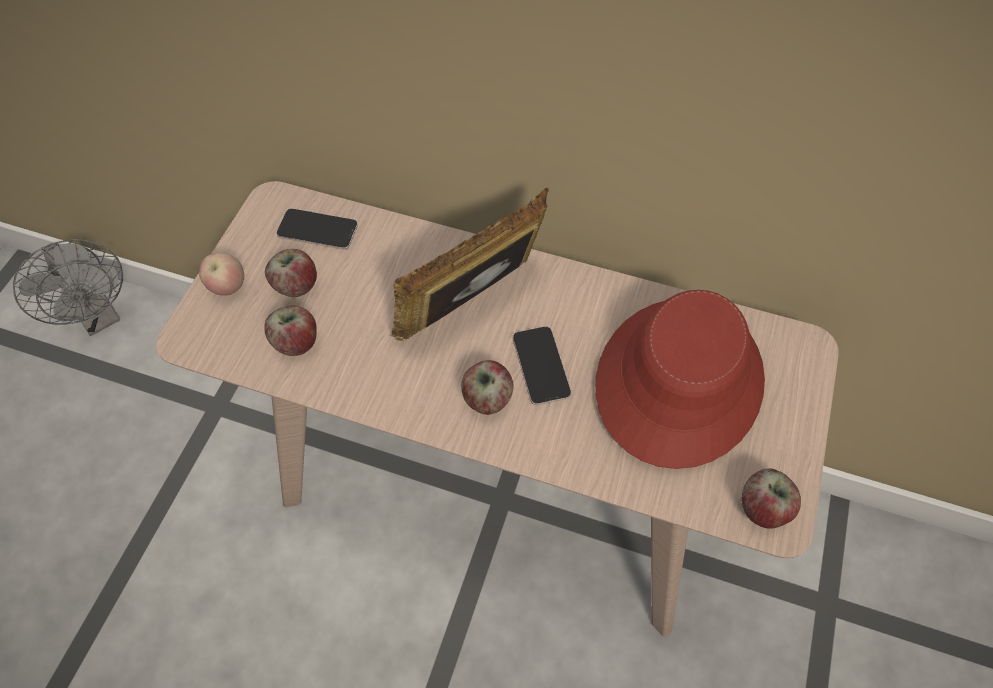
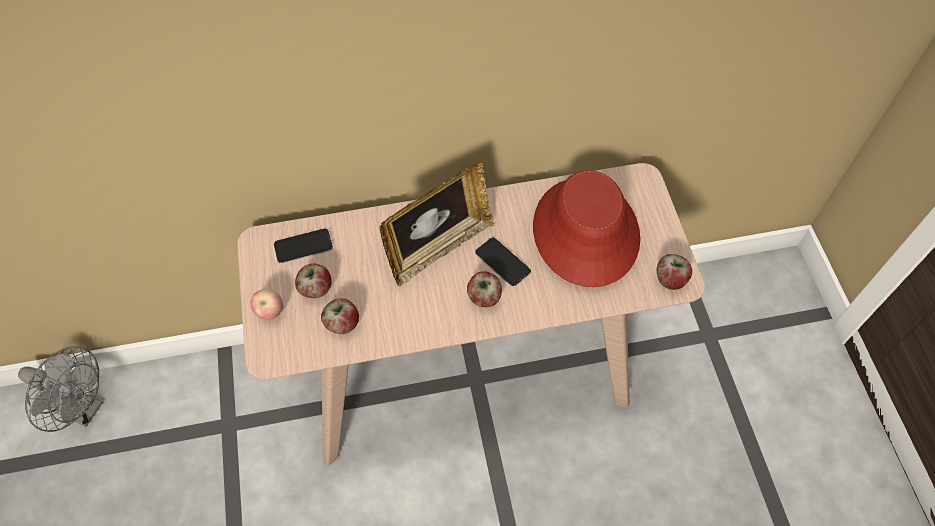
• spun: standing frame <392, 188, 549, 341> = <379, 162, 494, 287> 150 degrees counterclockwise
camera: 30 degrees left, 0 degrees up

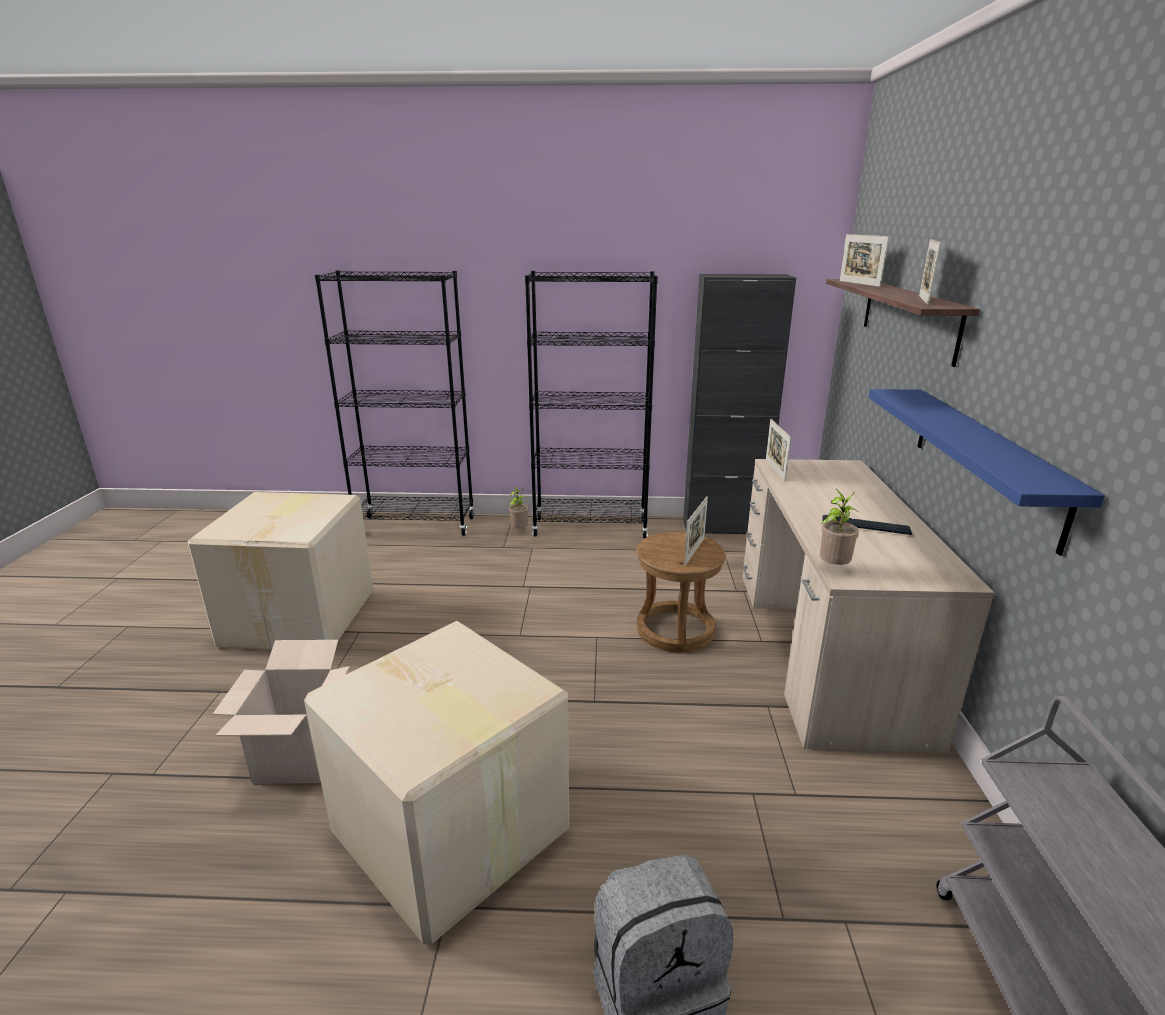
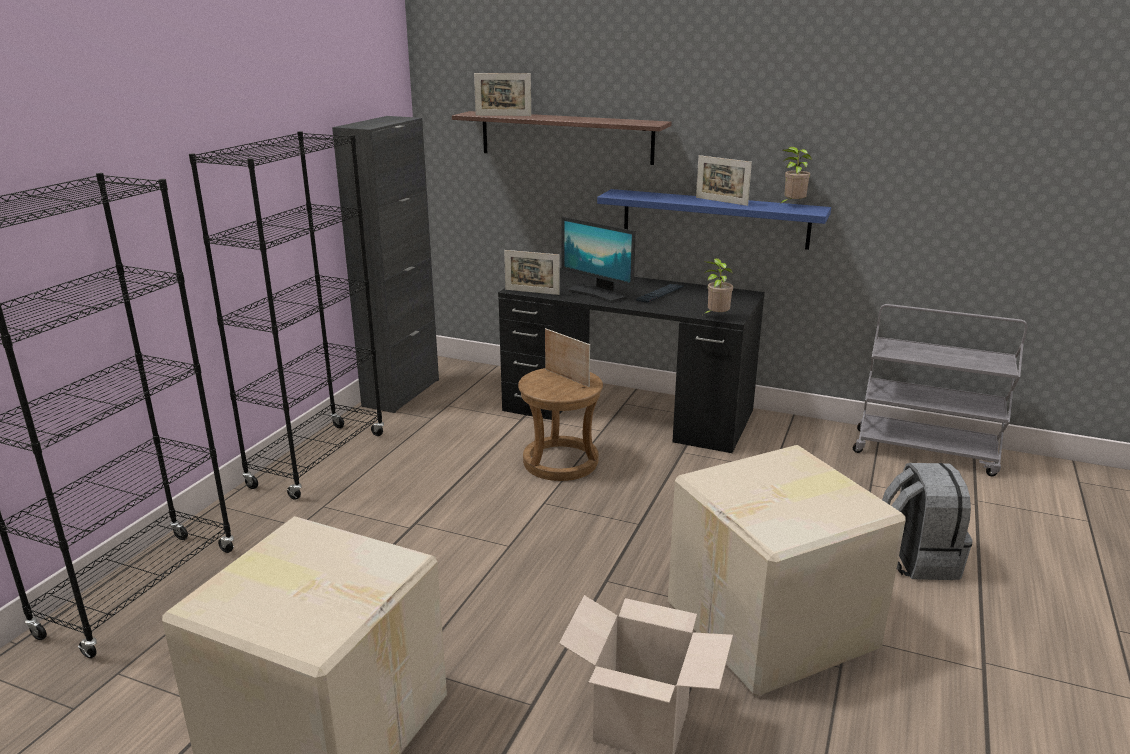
• appeared: computer display <561, 216, 636, 303>
• relocated: potted plant <508, 487, 529, 528> to <780, 147, 812, 204>
• relocated: standing frame <919, 239, 941, 305> to <696, 155, 752, 206>
• colour: desk (beige-coloured) <742, 459, 994, 753> to desk (black) <498, 268, 765, 453>
camera: 70 degrees left, 0 degrees up

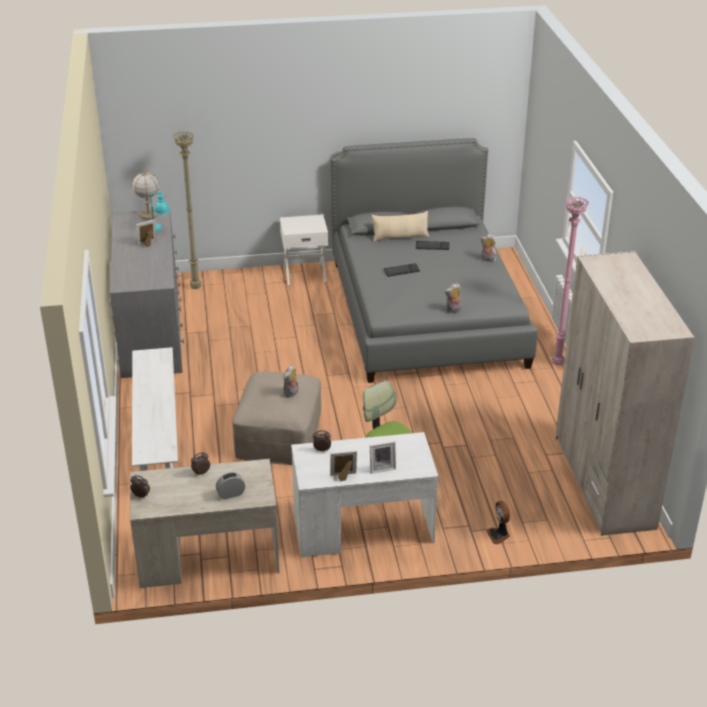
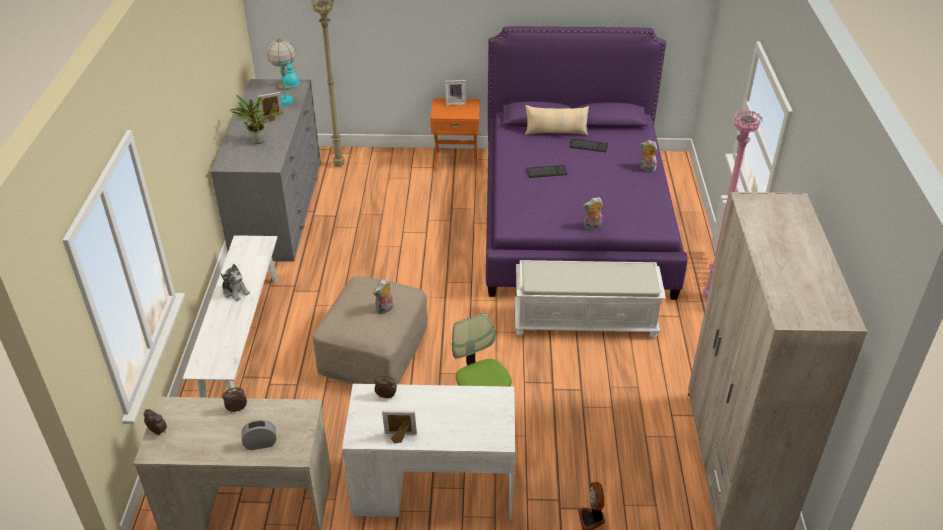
• appeared: plush toy <221, 264, 250, 301>
• appeared: potted plant <229, 95, 283, 144>
• appeared: bench (whitish) <515, 260, 666, 338>
• relocated: standing frame <370, 441, 396, 474> to <445, 80, 466, 105>
• colour: nightstand (whitish) <280, 215, 328, 285> to nightstand (orangey) <430, 98, 480, 172>
• colour: bed (gray) <331, 138, 538, 383> to bed (purplish) <486, 26, 688, 300>
camera: 10 degrees right, 5 degrees up

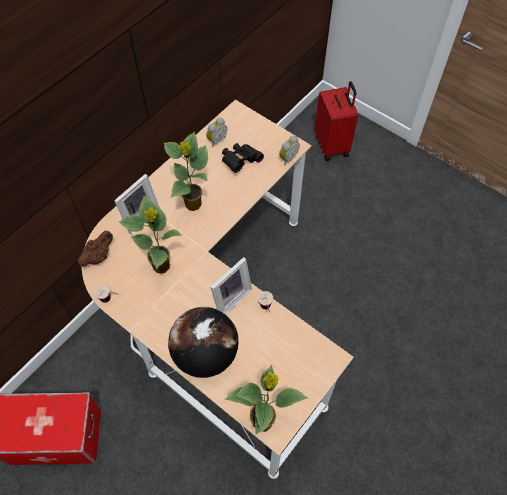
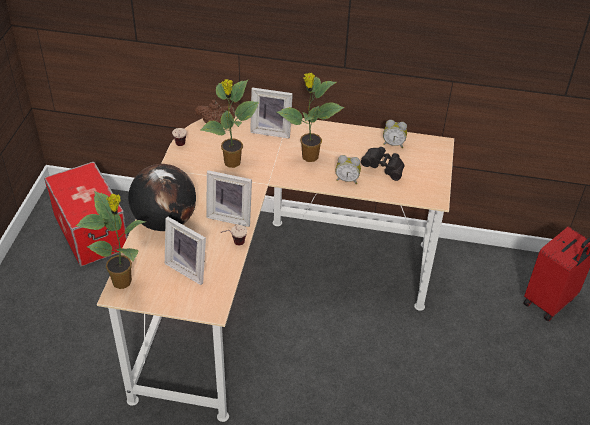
• appeared: standing frame <165, 217, 206, 285>
• relocated: bedside clock <279, 136, 300, 165> to <335, 155, 361, 184>
camera: 60 degrees right, 15 degrees down

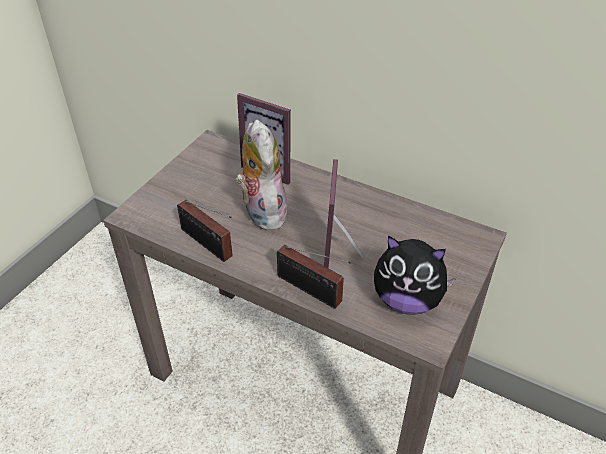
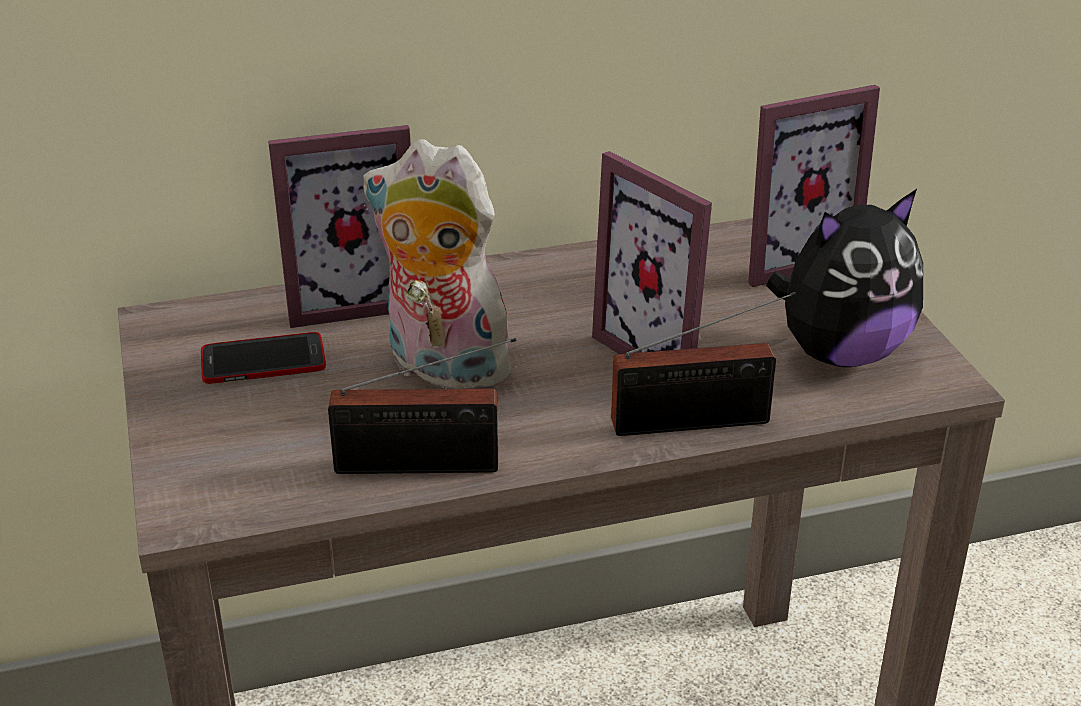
• appeared: telephone <201, 332, 326, 384>
• appeared: standing frame <748, 85, 880, 287>
camera: 45 degrees left, 10 degrees down

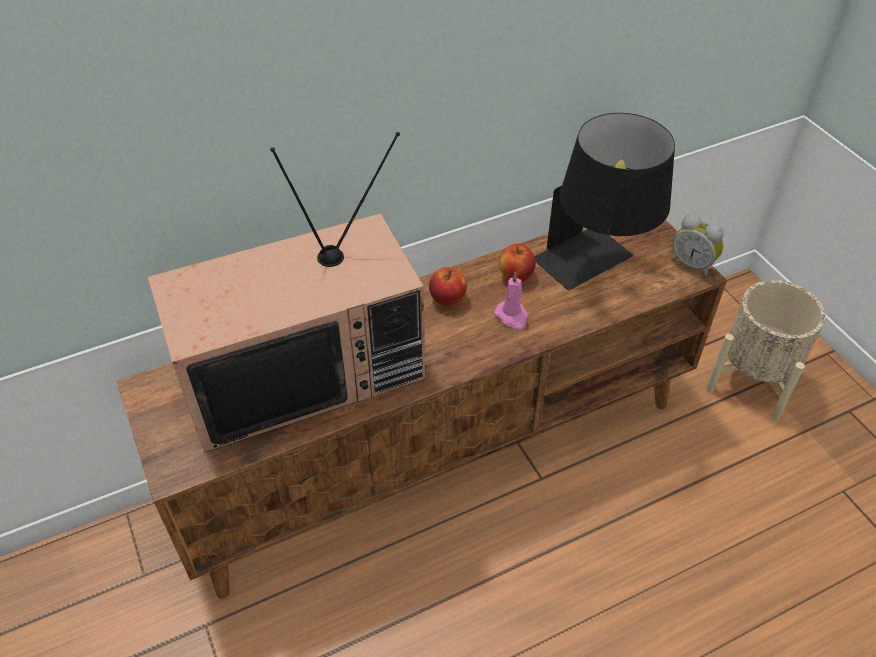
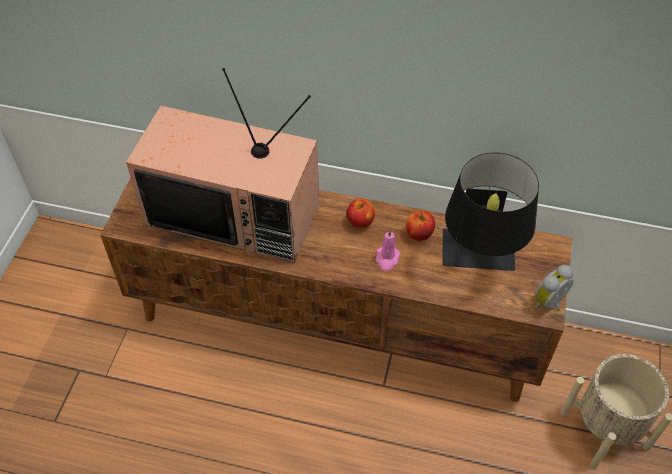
• spun: bedside clock <672, 214, 724, 277> = <534, 265, 574, 311> 60 degrees clockwise
camera: 40 degrees right, 5 degrees up

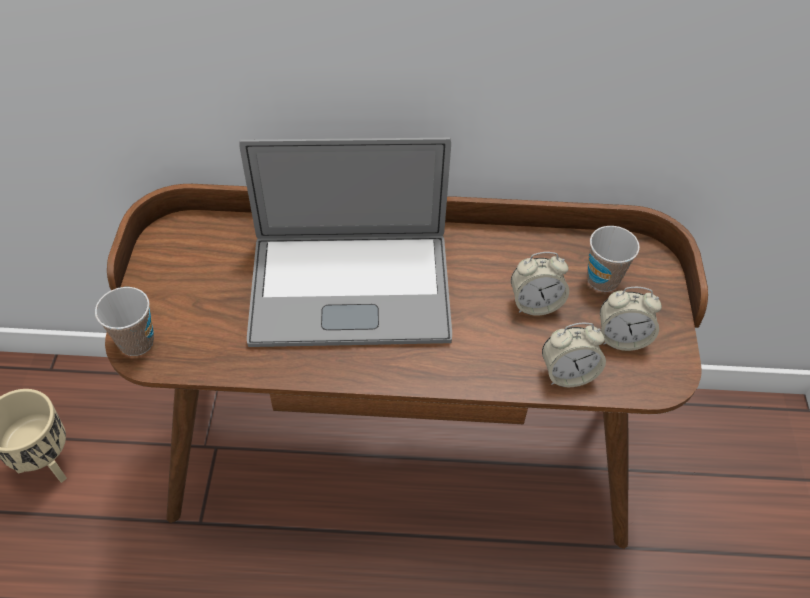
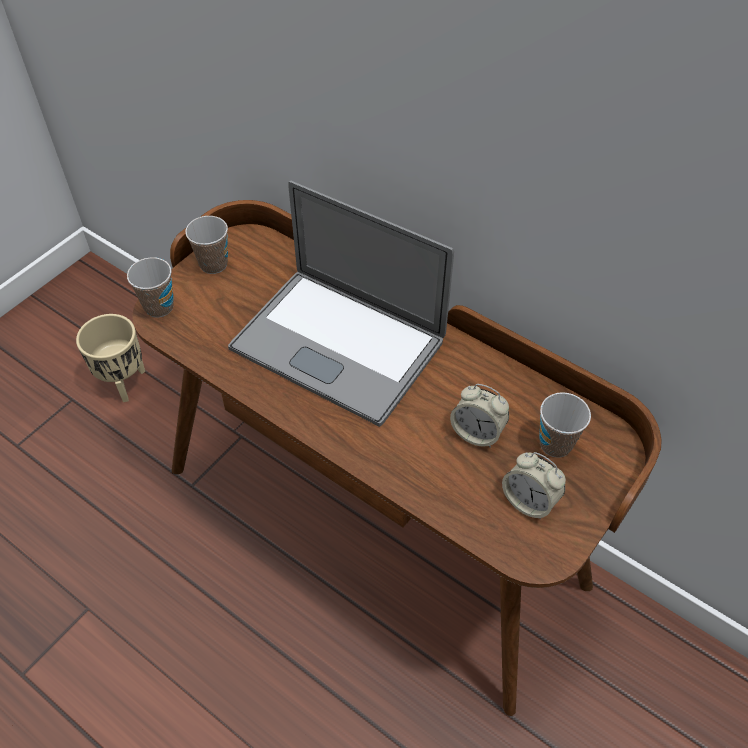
• missing: bedside clock <542, 323, 606, 387>
• appeared: small cup <185, 216, 228, 274>
camera: 35 degrees right, 0 degrees up

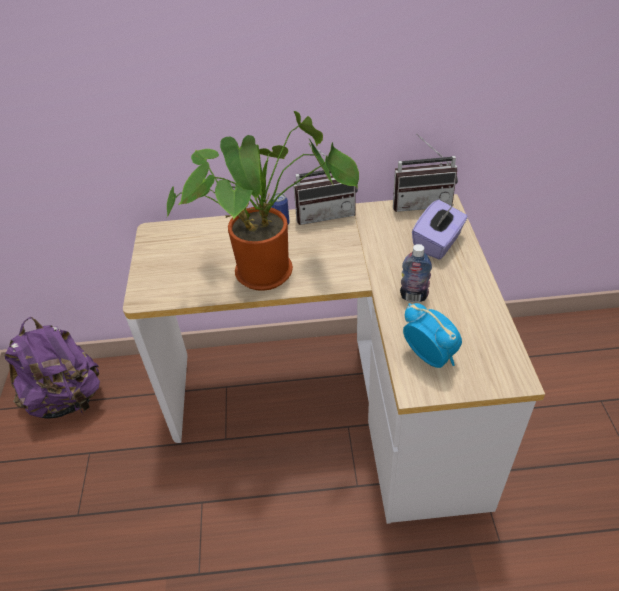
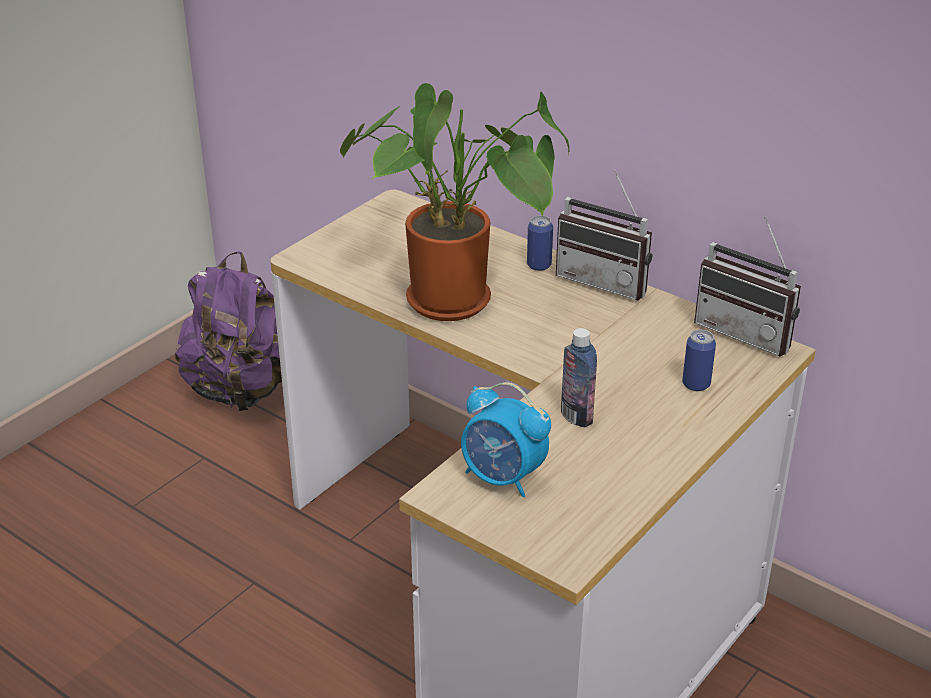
• exchanged: tissue holder (purplish) <412, 200, 468, 260> to metal can <682, 329, 716, 392>
• spun: bedside clock <403, 303, 462, 368> = <461, 382, 551, 497> 120 degrees clockwise
camera: 40 degrees right, 10 degrees down

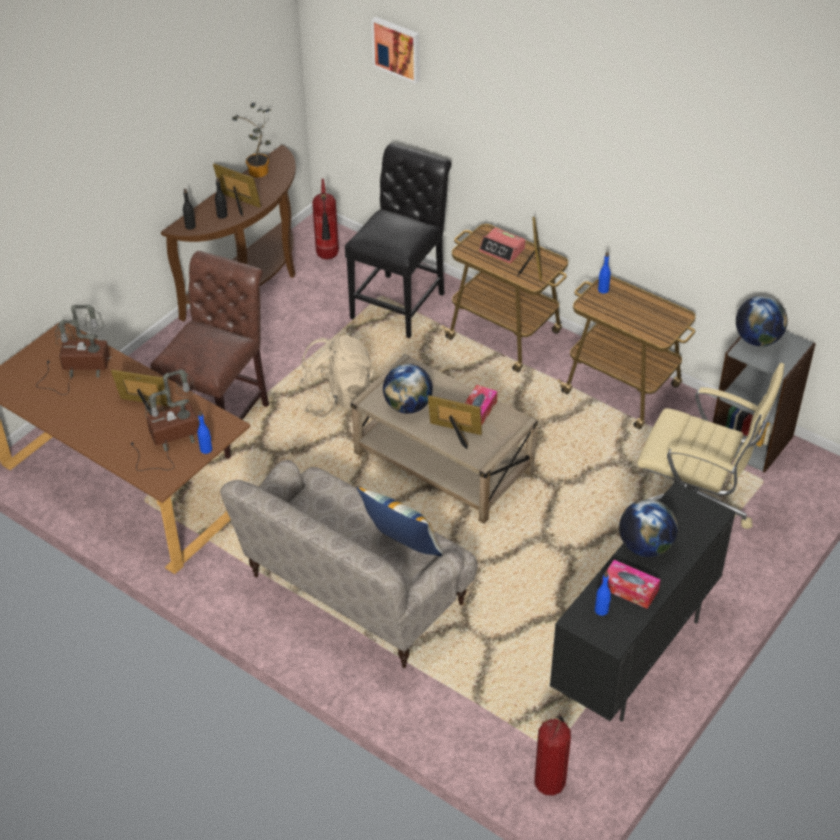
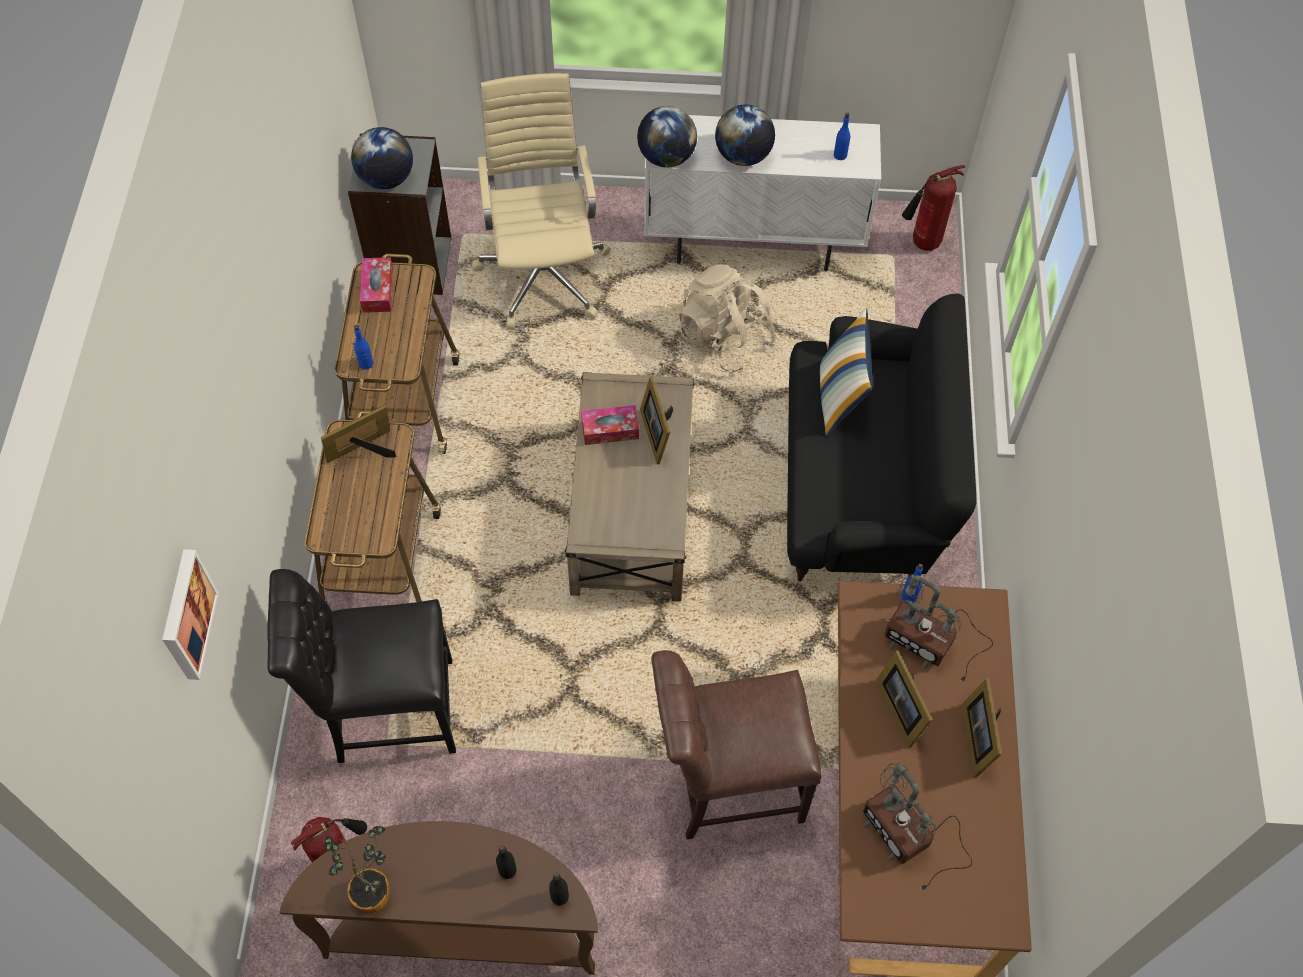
• missing: bedside clock <479, 227, 525, 263>
• relocated: standing frame <213, 163, 261, 217> to <962, 678, 1002, 777>
• relocated: knapsack (beige-coloured) <299, 335, 375, 418> to <679, 264, 776, 373>
• relocated: world globe <383, 364, 433, 414> to <637, 106, 697, 167>
• relocated: tissue holder <601, 560, 660, 609> to <360, 257, 393, 313>
• colour: sofa (beige-coloured) <220, 460, 477, 668> to sofa (black) <787, 293, 976, 581>
• colour: storage cabinet (black) <550, 482, 735, 722> to storage cabinet (whitish) <644, 115, 881, 271>
camera: 125 degrees left, 15 degrees up

